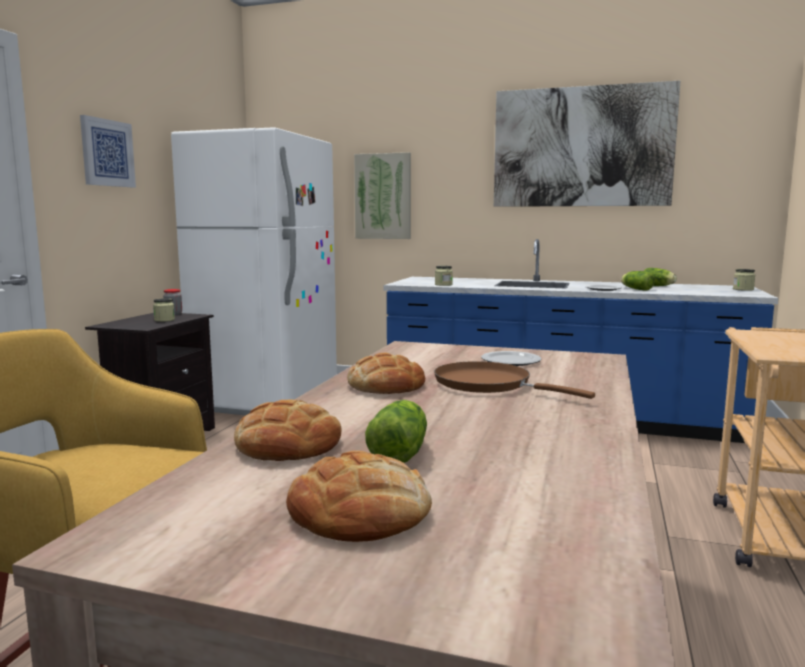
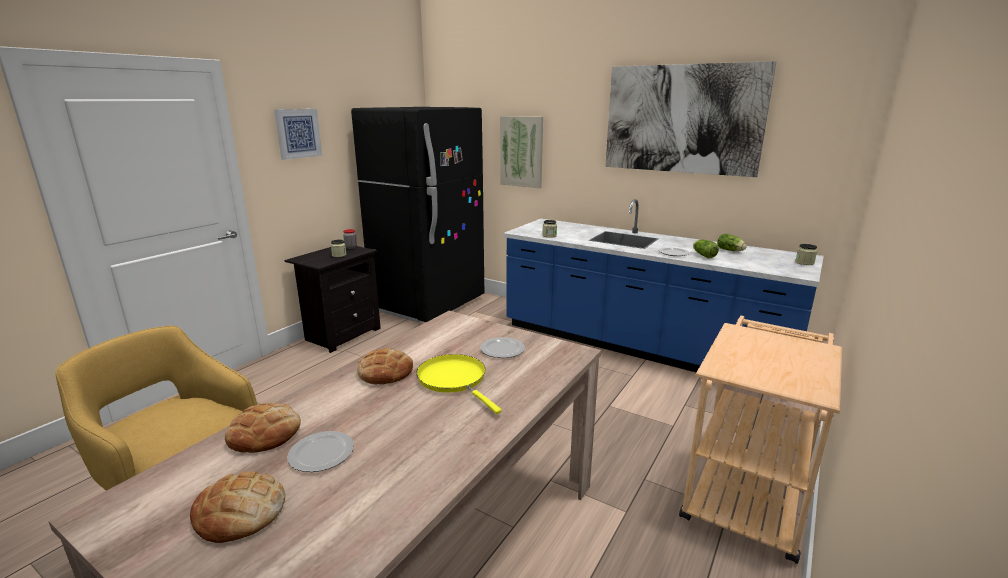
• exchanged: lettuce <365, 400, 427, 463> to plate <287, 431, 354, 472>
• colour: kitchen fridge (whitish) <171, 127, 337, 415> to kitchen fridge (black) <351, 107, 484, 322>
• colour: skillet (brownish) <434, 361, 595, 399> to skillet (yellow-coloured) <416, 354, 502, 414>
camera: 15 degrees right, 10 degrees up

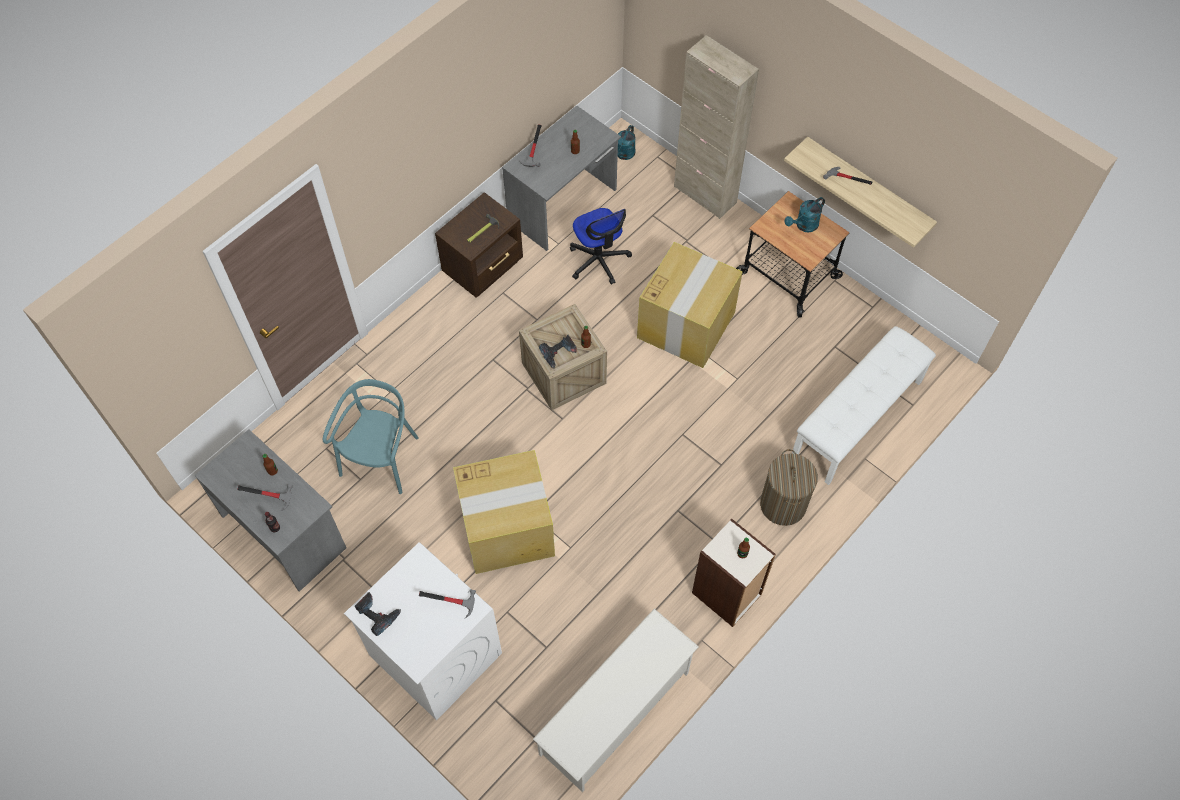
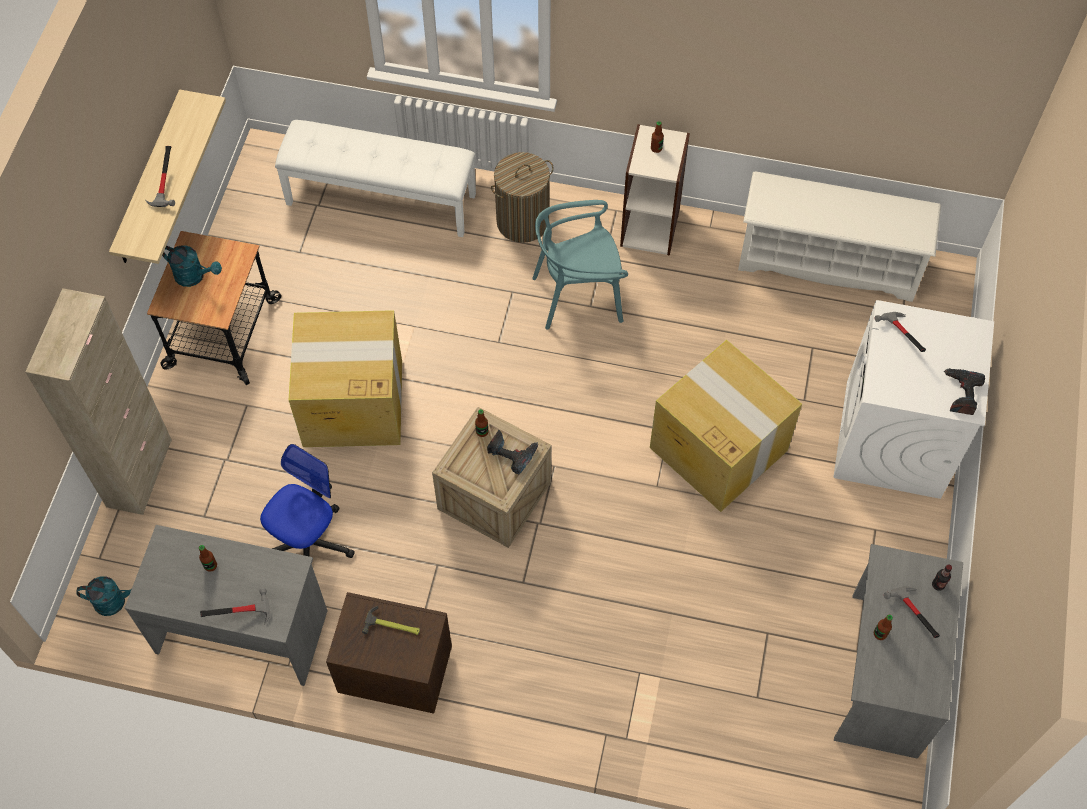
• relocated: plain chair (blue-green) <323, 379, 419, 494> to <532, 200, 628, 330>
camera: 120 degrees left, 0 degrees up

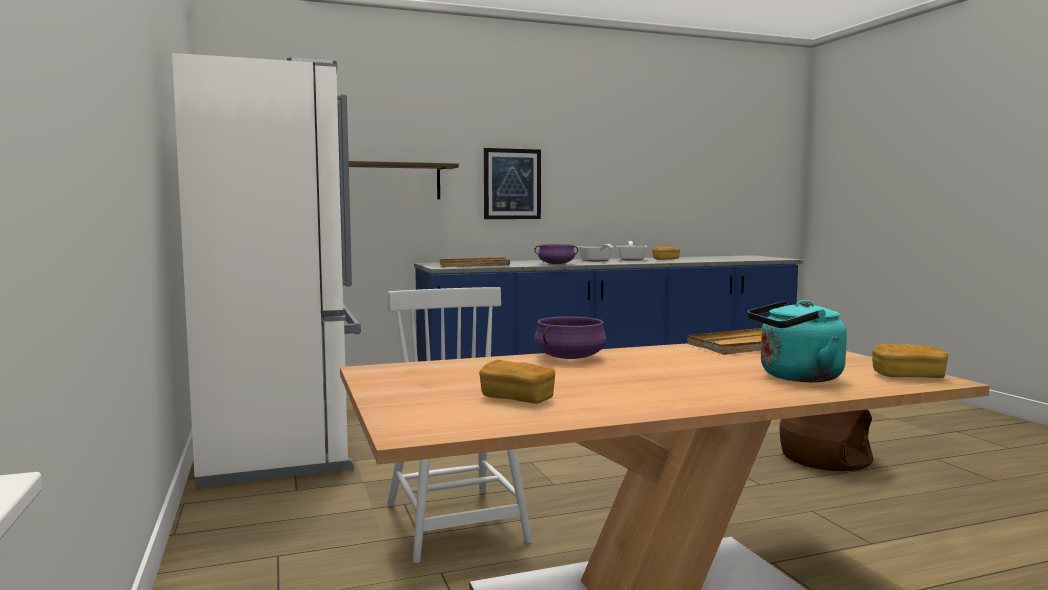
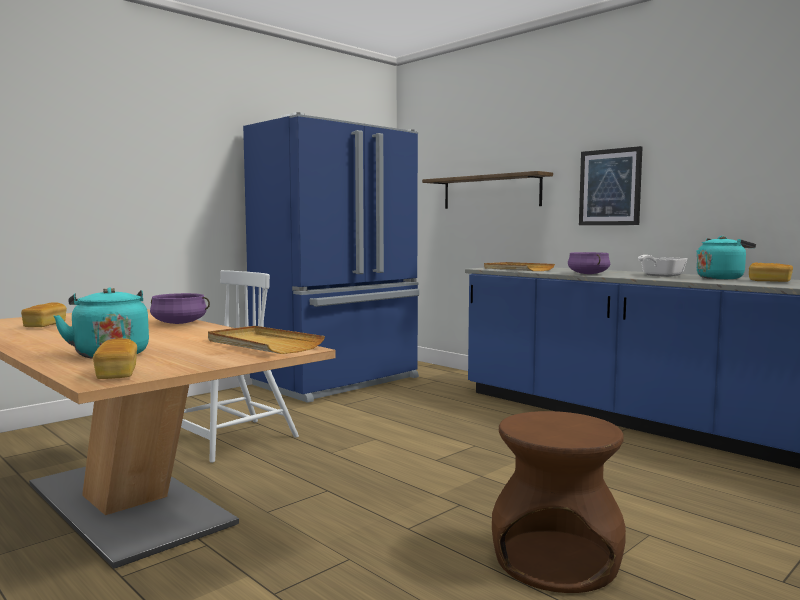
• exchanged: skillet <617, 241, 647, 261> to water kettle (blue-green) <696, 236, 756, 279>
• colour: kitchen fridge (whitish) <172, 53, 361, 488> to kitchen fridge (blue-coloured) <243, 112, 419, 403>
camera: 65 degrees right, 0 degrees up

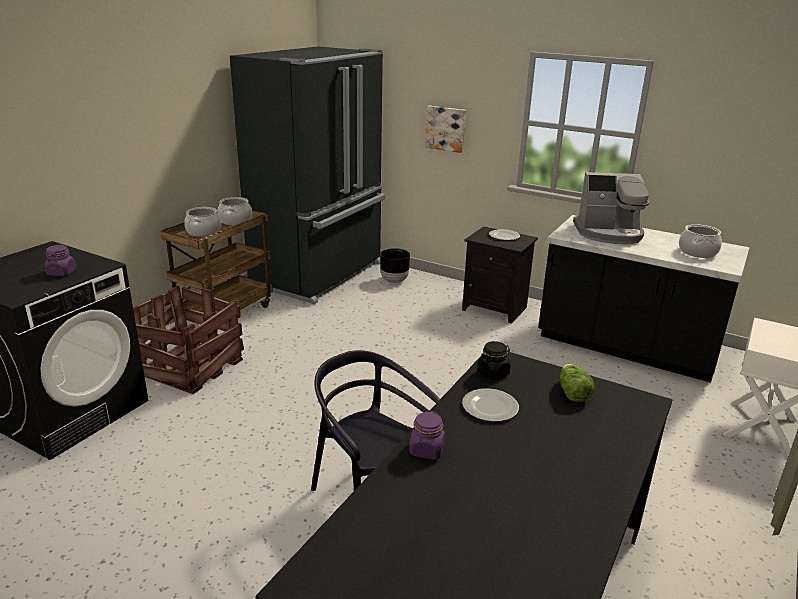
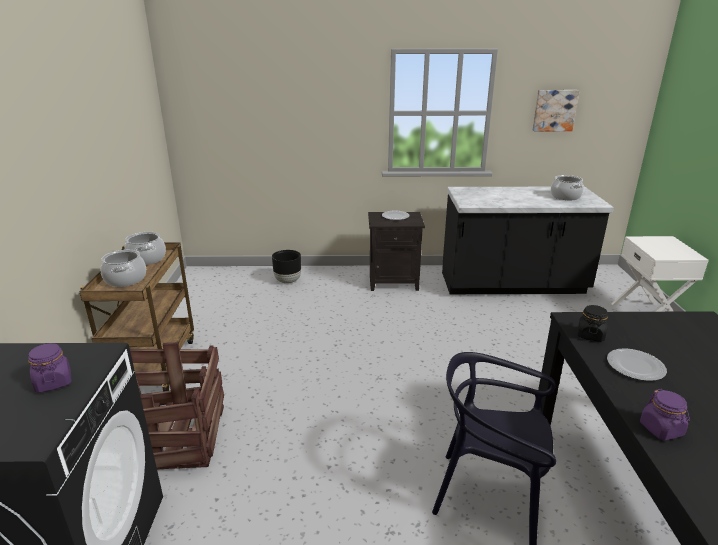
• missing: kitchen fridge (black) <230, 46, 385, 304>
• missing: lettuce <560, 364, 595, 402>
• missing: coffee maker <573, 172, 649, 244>
• relocated: wall picture <425, 106, 466, 153> to <532, 90, 579, 131>
camera: 30 degrees left, 0 degrees up

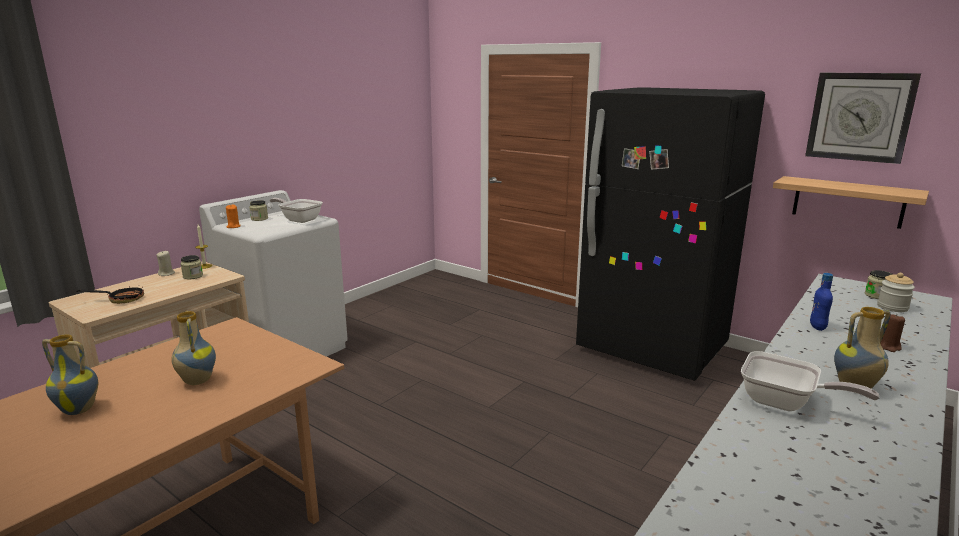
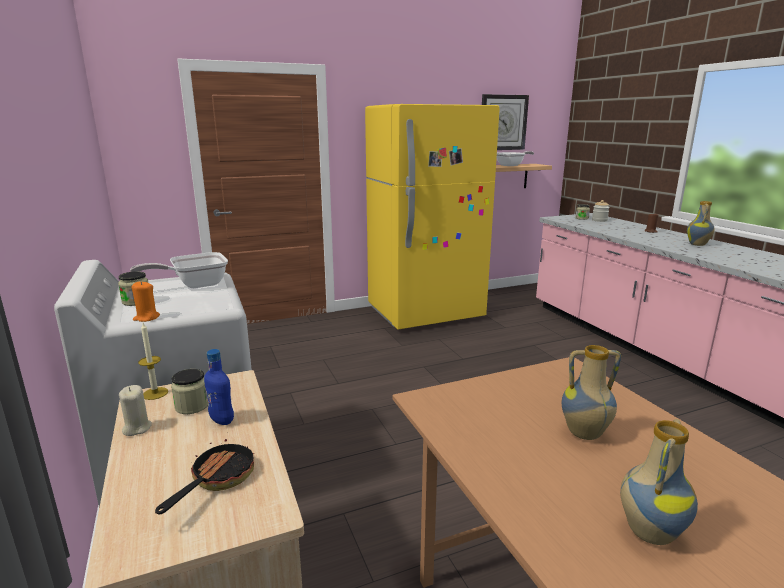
• relocated: skillet <741, 351, 879, 411> to <497, 151, 534, 166>
• relocated: drink bottle (blue-coloured) <810, 273, 833, 331> to <204, 349, 234, 425>
• colour: kitchen fridge (black) <576, 87, 765, 381> to kitchen fridge (yellow-coloured) <365, 104, 500, 329>
camera: 60 degrees left, 0 degrees up

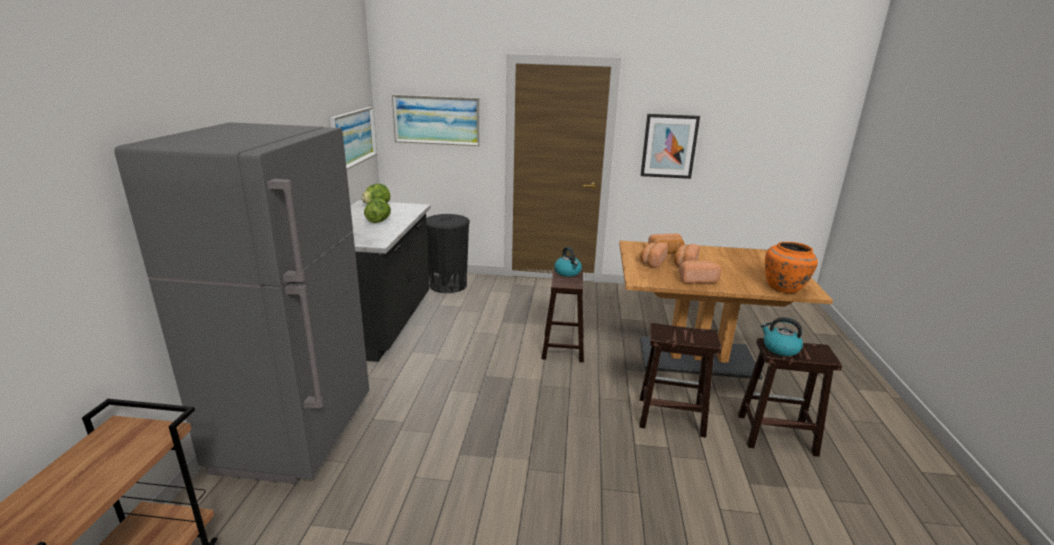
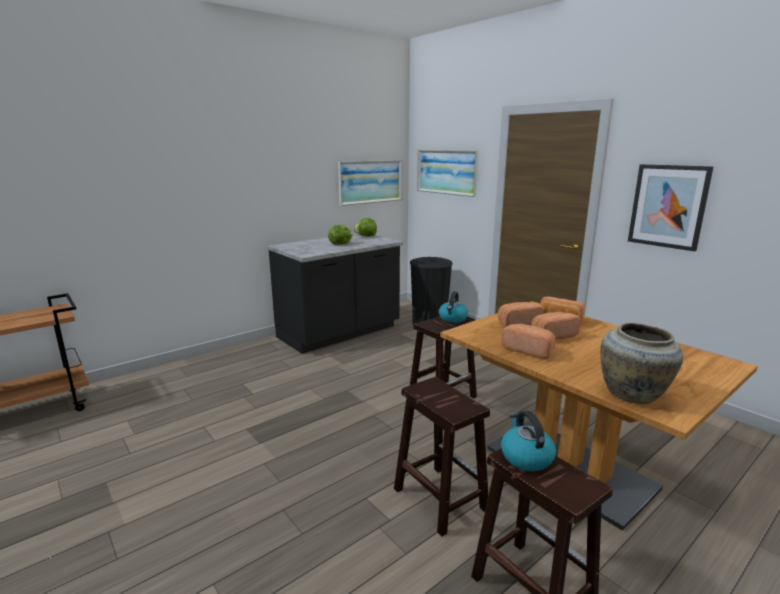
• missing: kitchen fridge (gray) <115, 122, 369, 484>
• colour: flower vase (orangey) <765, 242, 818, 293> to flower vase (beige-coloured) <600, 323, 683, 404>
camera: 45 degrees right, 5 degrees down

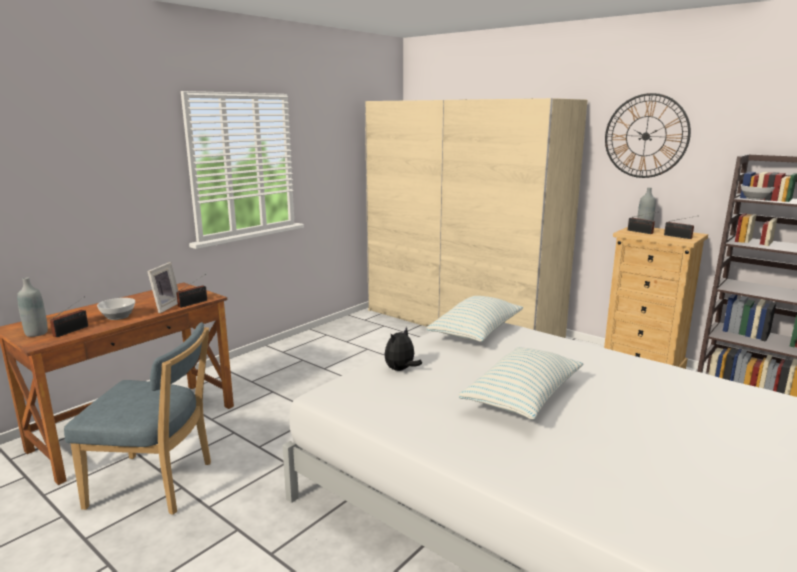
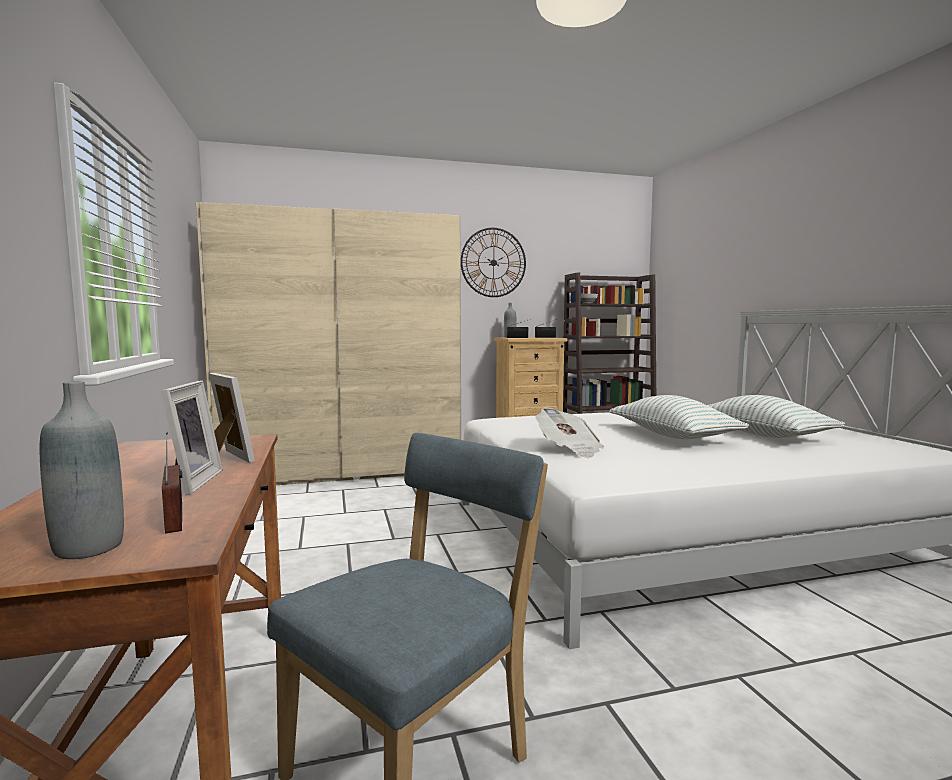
• missing: radio receiver <176, 274, 207, 308>
• relocated: cushion <426, 296, 523, 342> to <707, 395, 845, 438>
• exchanged: bowl <97, 298, 135, 320> to standing frame <161, 380, 223, 495>
• exchanged: plush toy <384, 327, 422, 371> to printed paper <535, 407, 604, 458>
camera: 55 degrees left, 10 degrees down

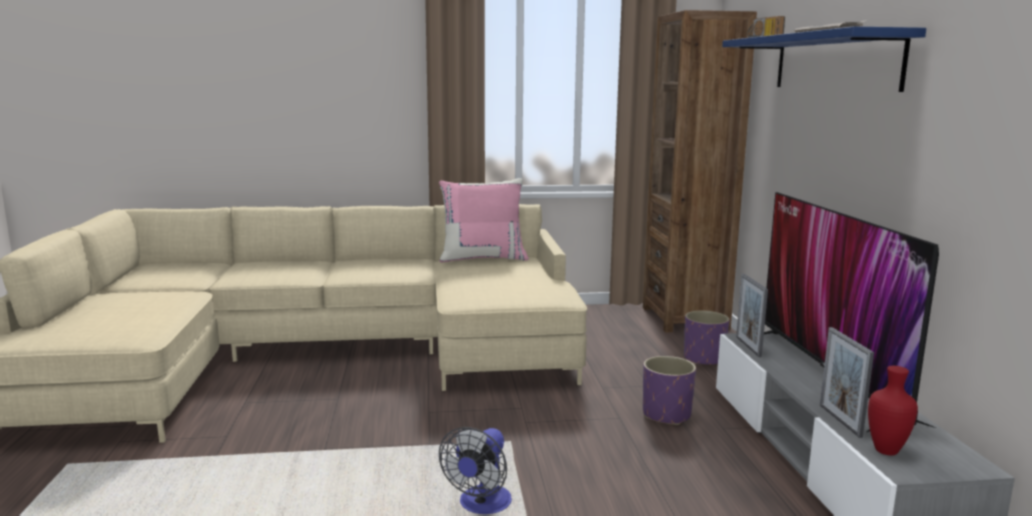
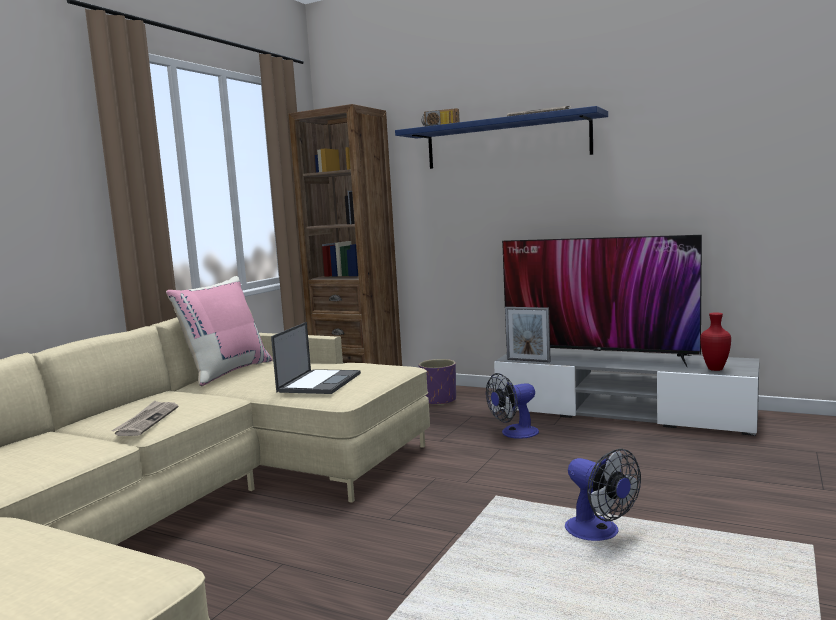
• missing: standing frame <820, 327, 874, 438>
• appeared: printed paper <112, 401, 178, 436>
• appeared: notebook computer <271, 322, 361, 394>
• exchanged: plant pot (purplish) <643, 356, 696, 425> to cooling fan <486, 373, 539, 439>
camera: 55 degrees left, 5 degrees down

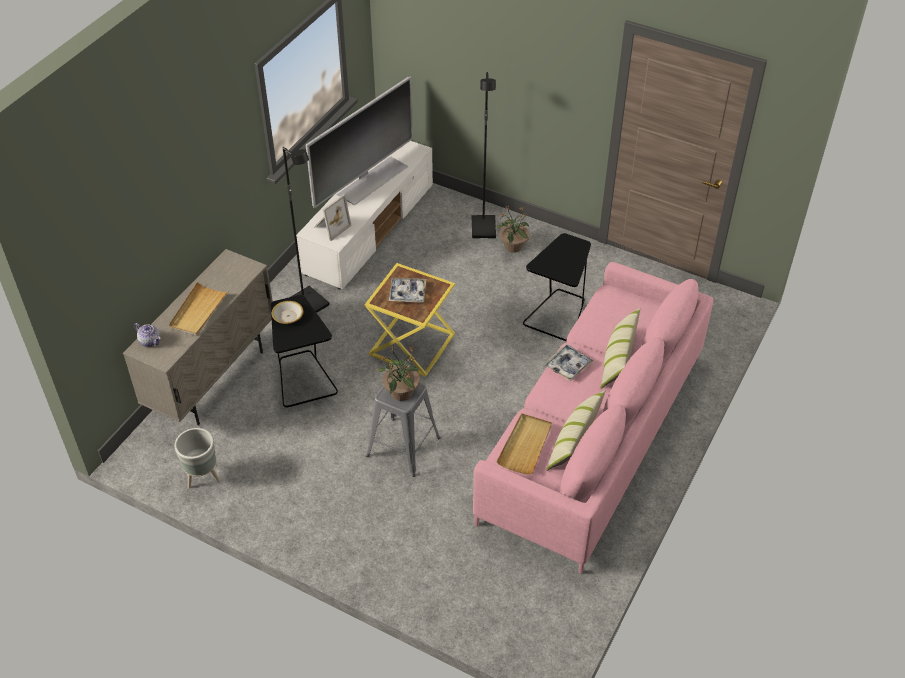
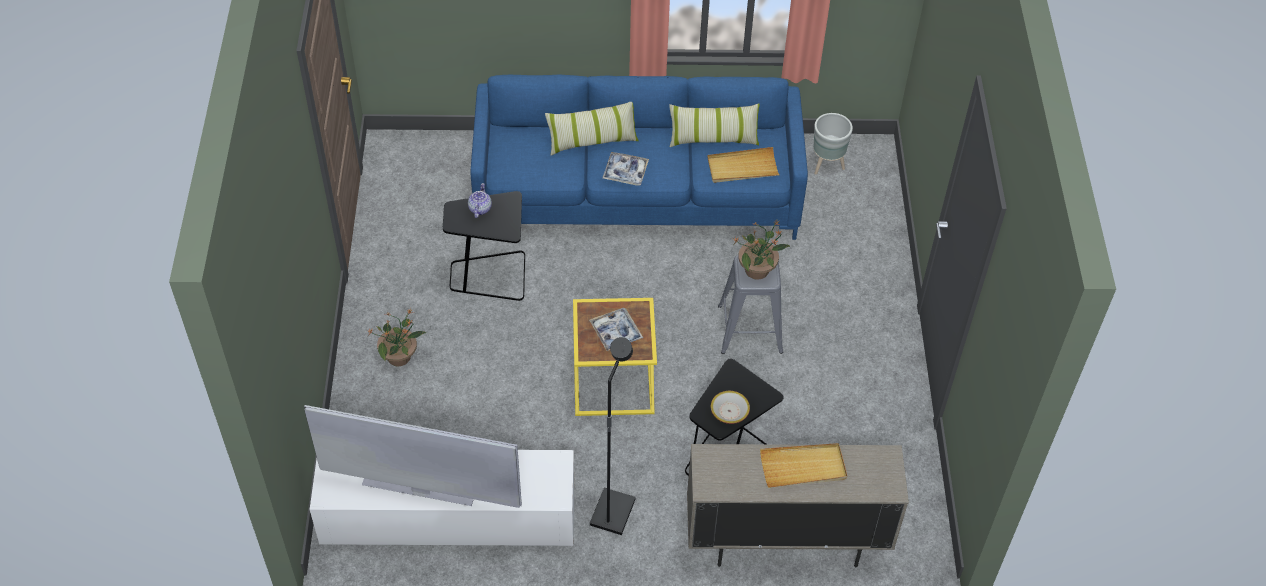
• missing: standing frame <314, 194, 352, 241>
• missing: floor lamp (black) <472, 72, 496, 239>
• relocated: tea pot <134, 323, 160, 347> to <468, 183, 492, 218>
• relocated: plant pot (gray) <174, 428, 220, 488> to <813, 113, 853, 175>
• colour: sofa (pinkish) <473, 262, 714, 574> to sofa (blue-coloured) <471, 74, 808, 240>
camera: 120 degrees left, 5 degrees up

